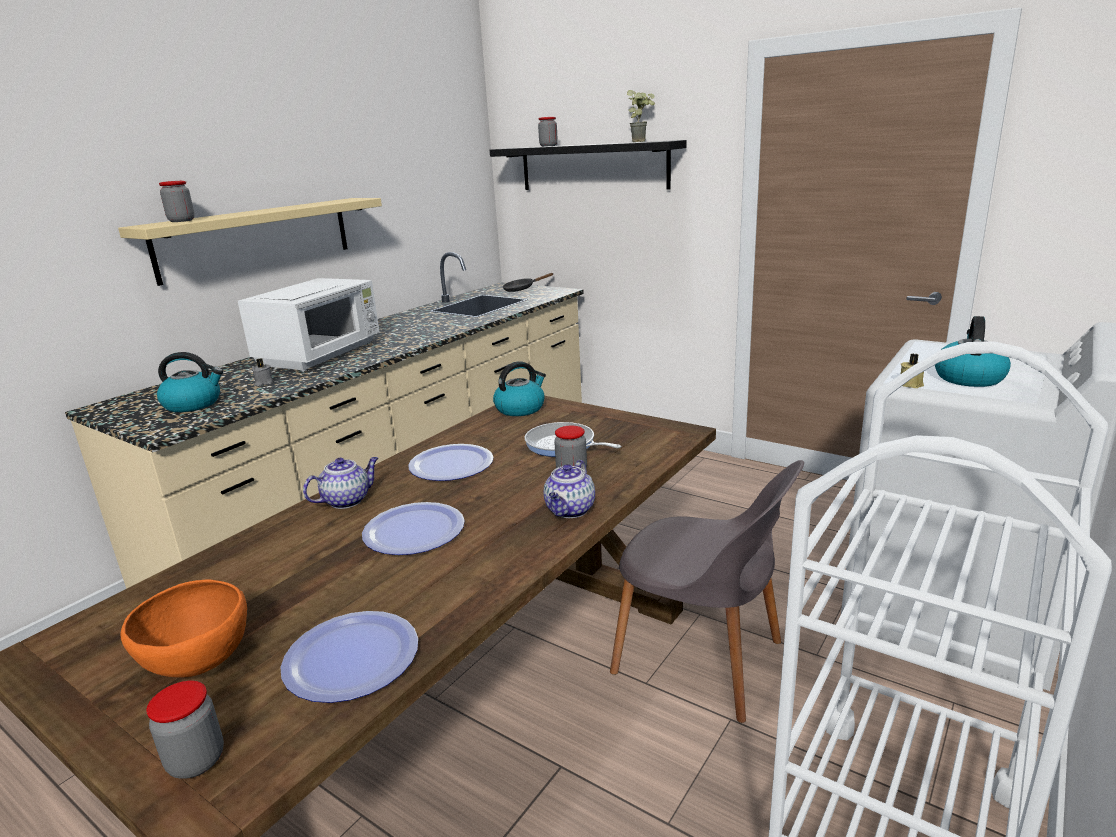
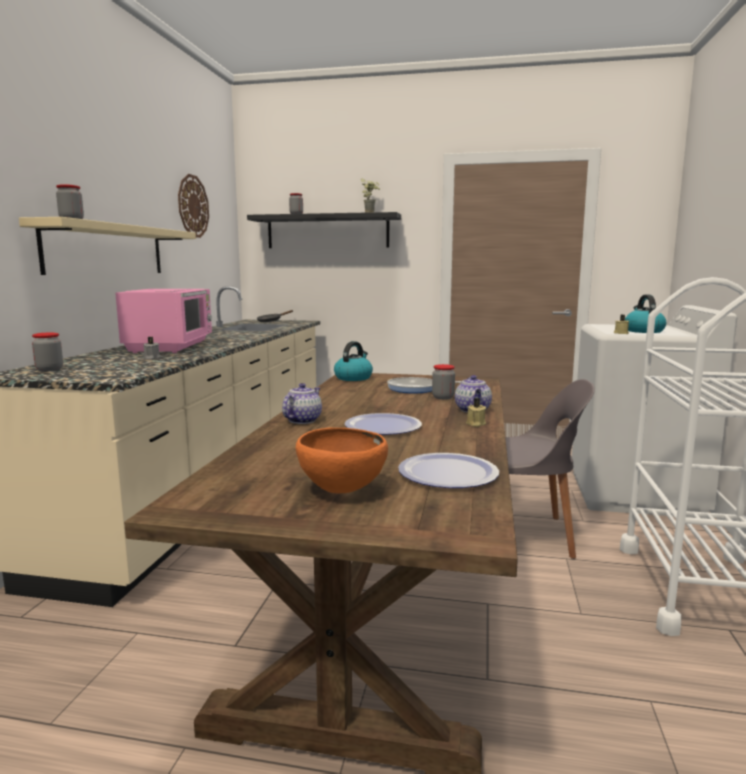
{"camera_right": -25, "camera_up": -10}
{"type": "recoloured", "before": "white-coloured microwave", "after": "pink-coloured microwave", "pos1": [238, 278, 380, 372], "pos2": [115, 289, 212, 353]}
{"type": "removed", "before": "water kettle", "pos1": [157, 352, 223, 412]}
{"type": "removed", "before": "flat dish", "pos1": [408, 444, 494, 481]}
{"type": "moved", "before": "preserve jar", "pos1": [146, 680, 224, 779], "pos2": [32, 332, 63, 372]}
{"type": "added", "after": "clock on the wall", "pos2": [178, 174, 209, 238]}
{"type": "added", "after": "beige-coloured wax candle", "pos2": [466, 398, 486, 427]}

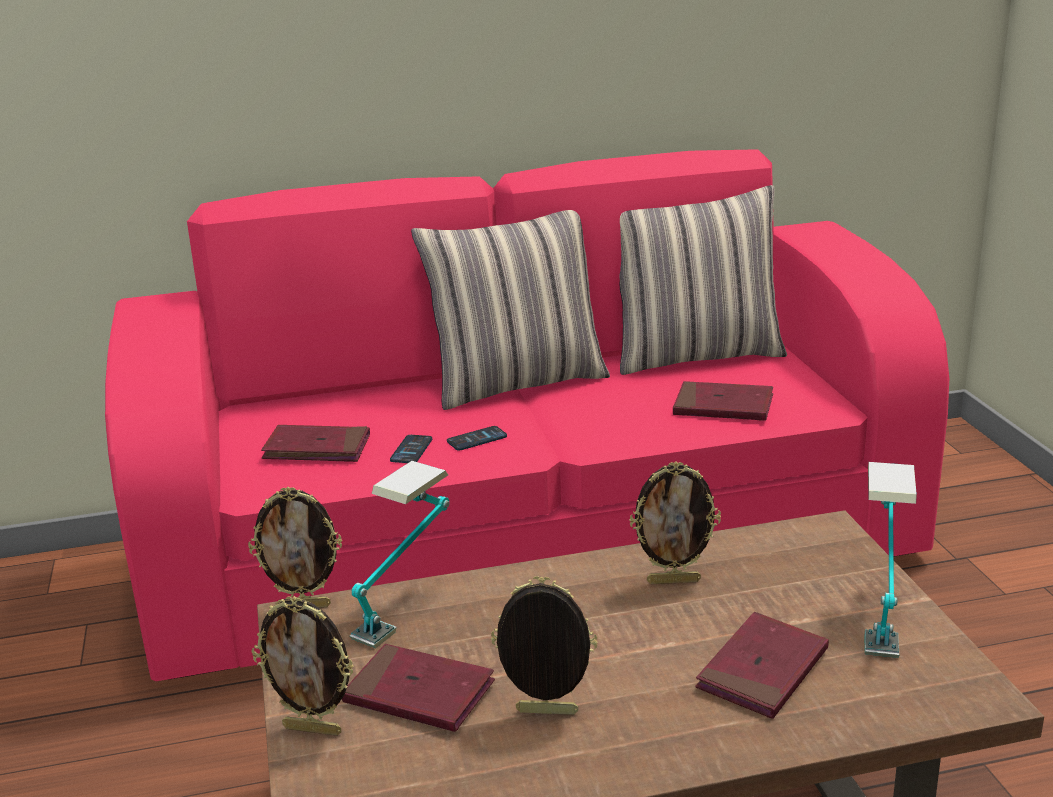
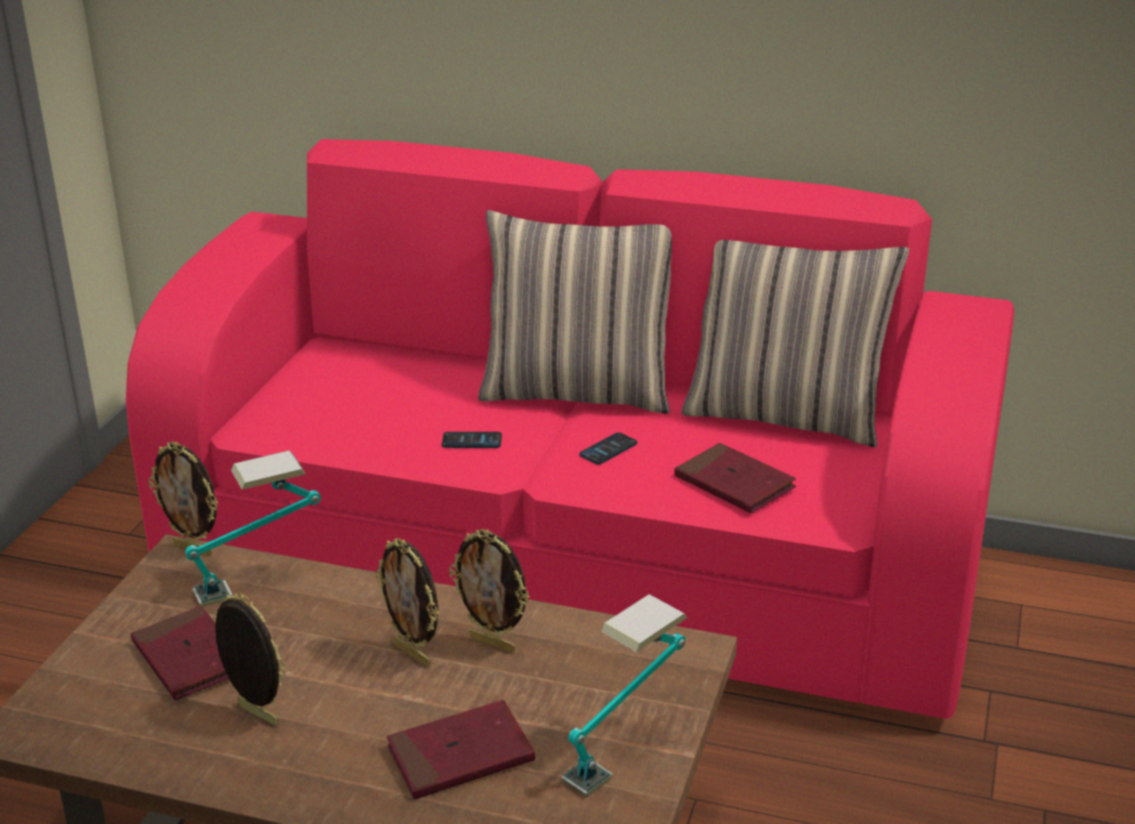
{"camera_right": 30, "camera_up": 5}
{"type": "removed", "before": "red-coloured volume", "pos1": [261, 425, 370, 462]}
{"type": "moved", "before": "handset", "pos1": [390, 435, 432, 463], "pos2": [580, 433, 637, 465]}
{"type": "moved", "before": "picture frame", "pos1": [252, 596, 354, 736], "pos2": [375, 538, 439, 666]}

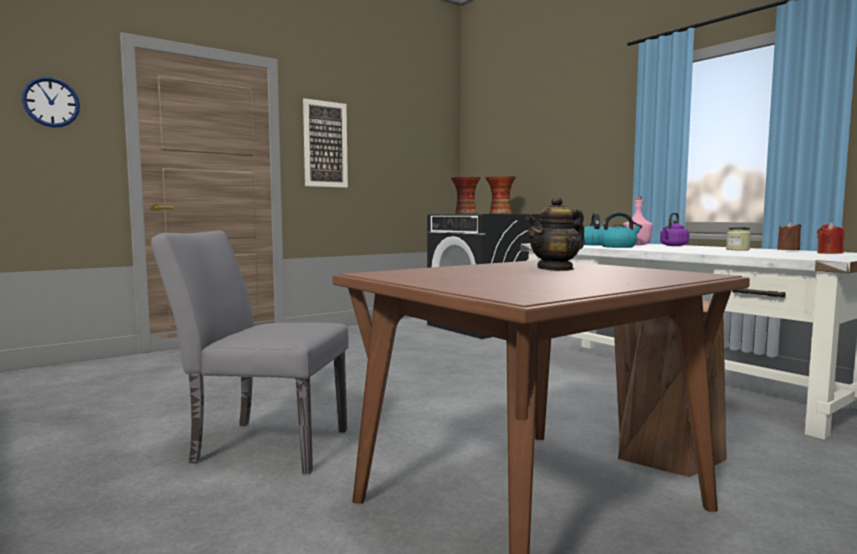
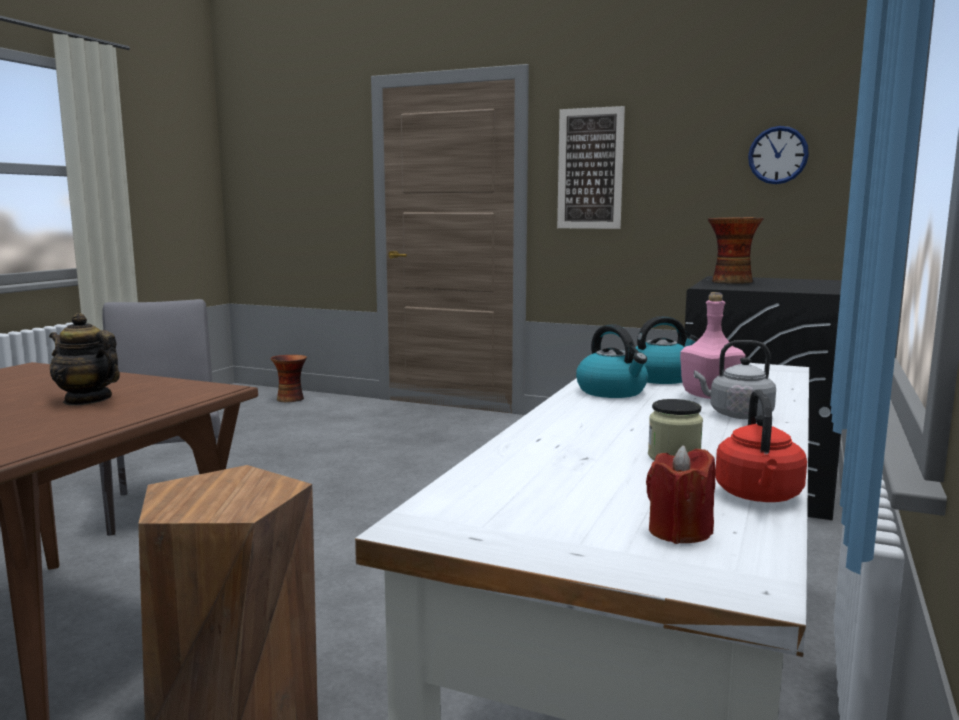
{"camera_right": 60, "camera_up": 5}
{"type": "moved", "before": "clock on the wall", "pos1": [22, 77, 80, 128], "pos2": [748, 126, 809, 184]}
{"type": "moved", "before": "flower vase", "pos1": [486, 176, 516, 214], "pos2": [270, 355, 307, 402]}
{"type": "recoloured", "before": "purple water kettle", "after": "grey water kettle", "pos1": [660, 213, 689, 246], "pos2": [694, 340, 776, 419]}
{"type": "replaced", "before": "brownish wax candle", "after": "red-coloured water kettle", "pos1": [777, 222, 802, 250], "pos2": [715, 389, 807, 502]}

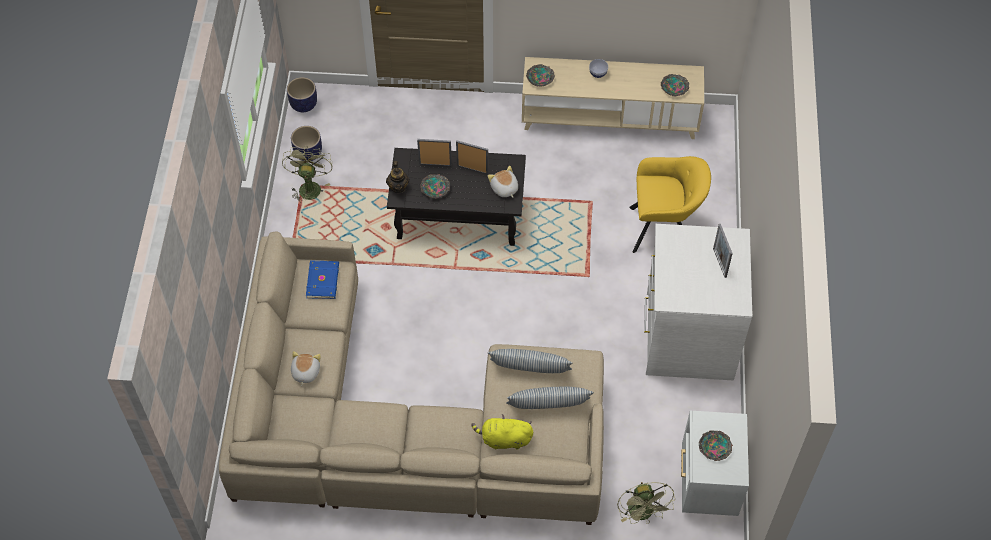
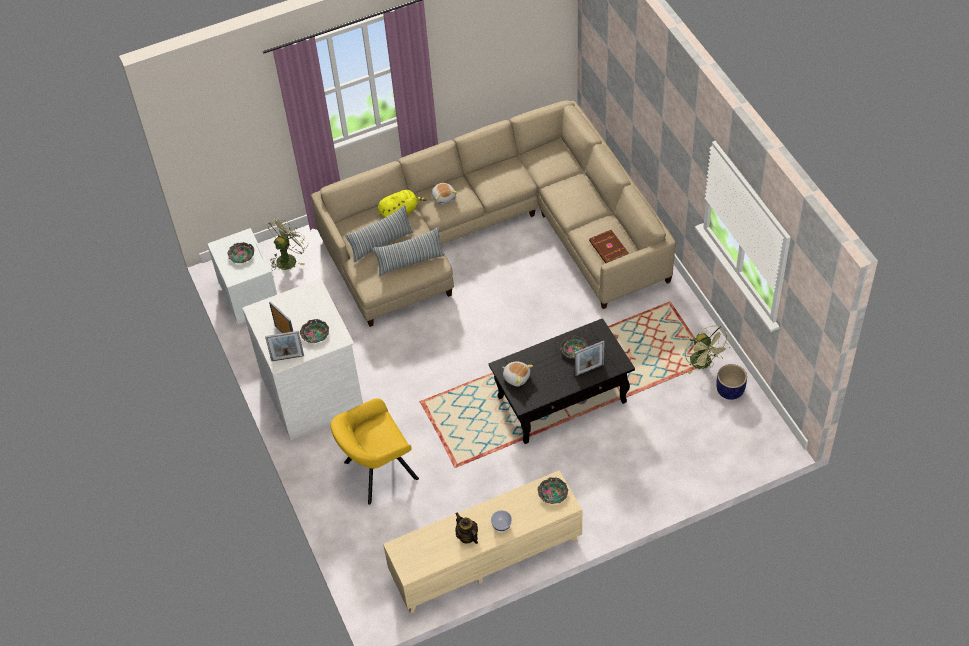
{"camera_right": 155, "camera_up": -5}
{"type": "moved", "before": "serving bowl", "pos1": [661, 74, 689, 96], "pos2": [300, 319, 329, 343]}
{"type": "removed", "before": "plant pot", "pos1": [287, 77, 317, 112]}
{"type": "moved", "before": "picture frame", "pos1": [456, 140, 488, 175], "pos2": [265, 331, 304, 361]}
{"type": "moved", "before": "tea pot", "pos1": [386, 161, 410, 193], "pos2": [455, 512, 478, 544]}
{"type": "recoloured", "before": "blue-coloured volume", "after": "brownish volume", "pos1": [306, 260, 339, 299], "pos2": [589, 230, 629, 263]}
{"type": "moved", "before": "soft toy", "pos1": [291, 351, 321, 386], "pos2": [432, 183, 457, 204]}
{"type": "turned", "before": "greenish fan", "pos1": [617, 482, 675, 524], "pos2": [267, 217, 307, 270], "turn": 75}

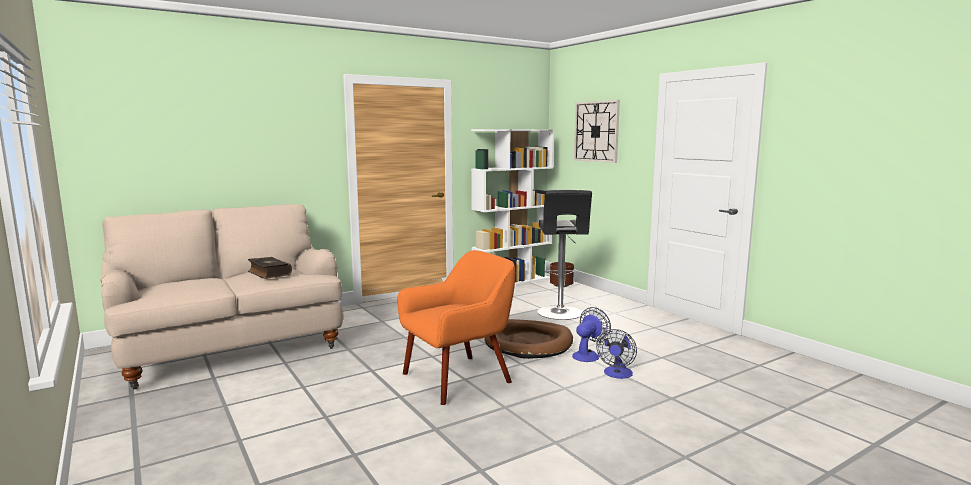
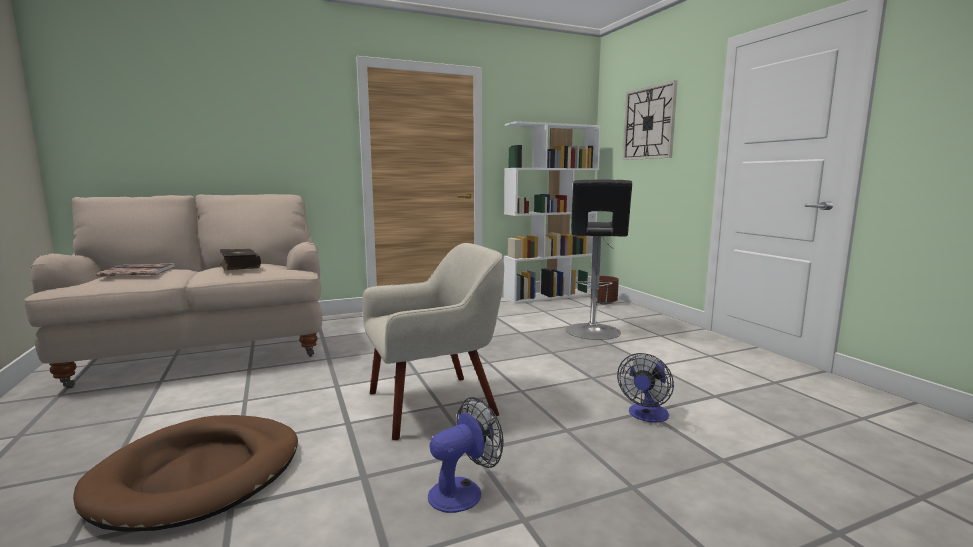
{"camera_right": 10, "camera_up": 0}
{"type": "recoloured", "before": "orange armchair", "after": "beige-coloured armchair", "pos1": [397, 250, 515, 405], "pos2": [362, 243, 504, 440]}
{"type": "moved", "before": "fan", "pos1": [572, 307, 611, 362], "pos2": [428, 397, 504, 513]}
{"type": "moved", "before": "brownish dog cushion", "pos1": [485, 319, 573, 359], "pos2": [73, 415, 298, 532]}
{"type": "added", "after": "volume", "pos2": [96, 263, 175, 276]}

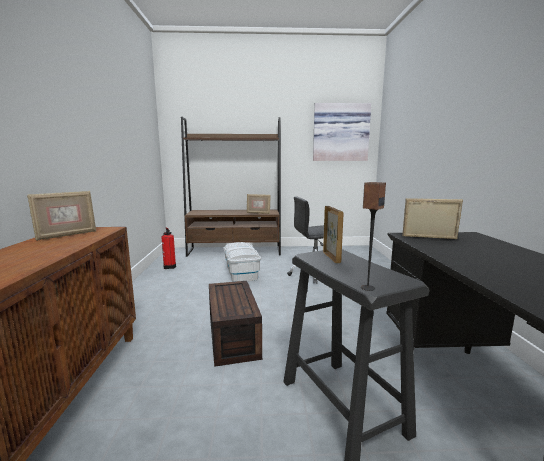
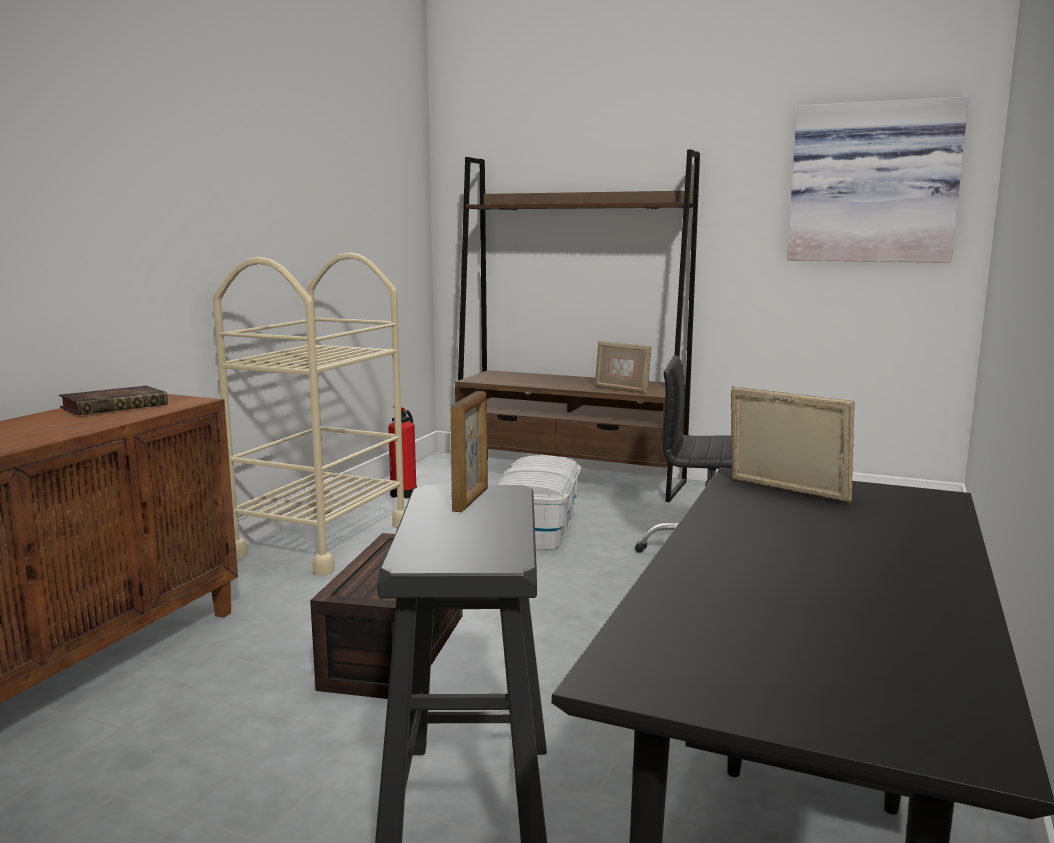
{"camera_right": 25, "camera_up": 0}
{"type": "removed", "before": "speaker", "pos1": [361, 182, 386, 291]}
{"type": "replaced", "before": "picture frame", "after": "volume", "pos1": [27, 191, 97, 241], "pos2": [59, 386, 168, 415]}
{"type": "added", "after": "beige-coloured trolley", "pos2": [213, 253, 405, 576]}

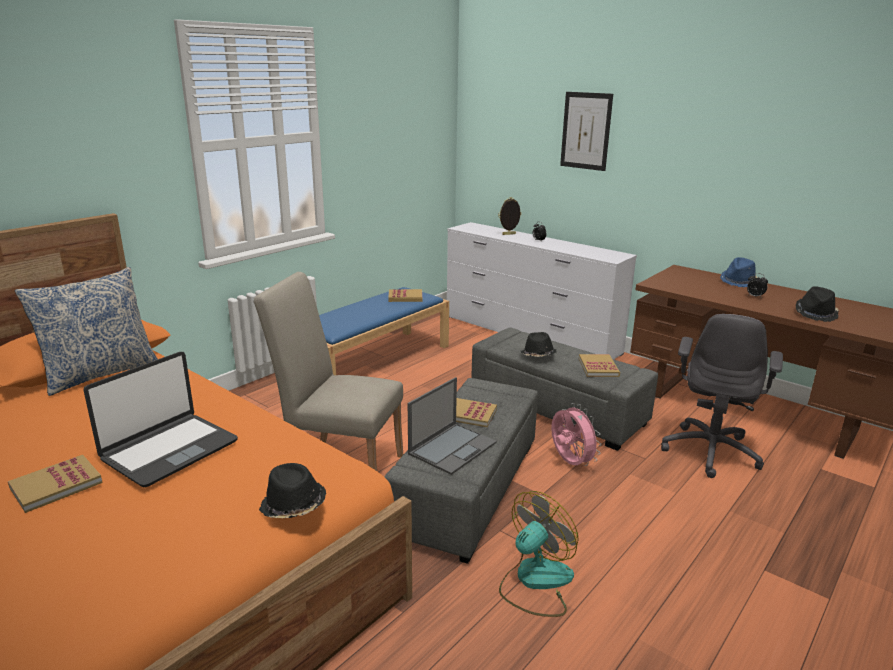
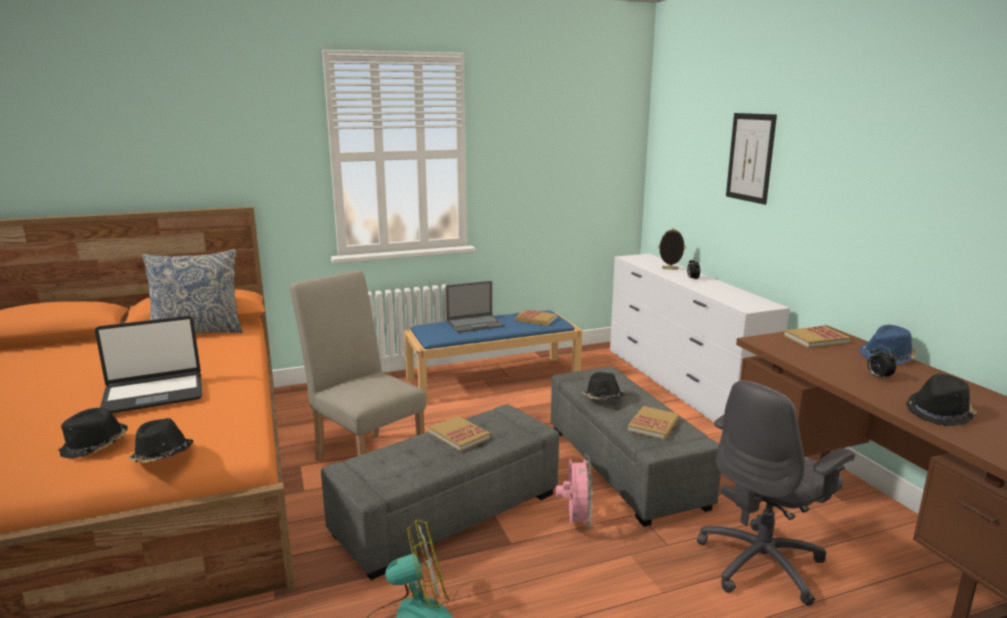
{"camera_right": 30, "camera_up": -5}
{"type": "moved", "before": "notebook computer", "pos1": [408, 377, 497, 475], "pos2": [446, 281, 505, 333]}
{"type": "moved", "before": "volume", "pos1": [8, 455, 103, 513], "pos2": [784, 326, 851, 348]}
{"type": "added", "after": "blackish hat", "pos2": [58, 408, 128, 459]}

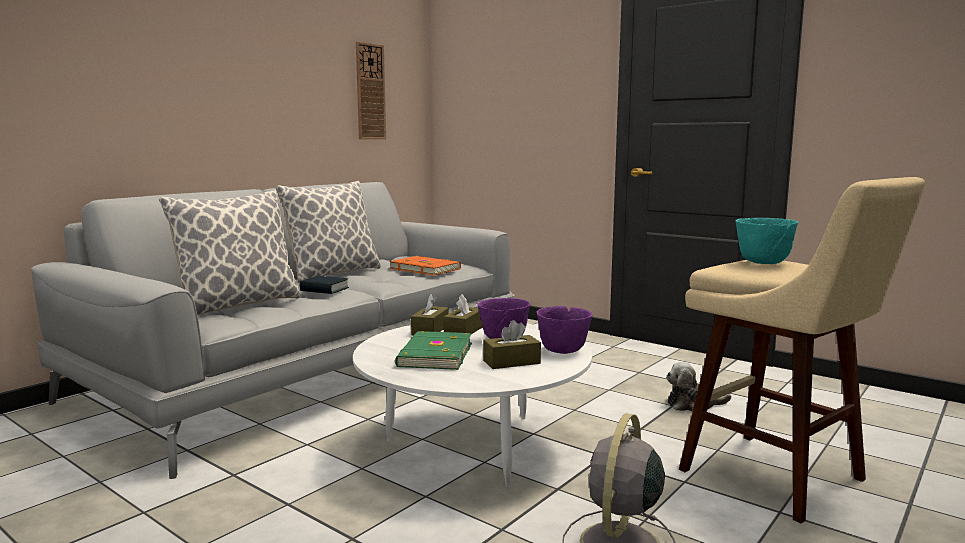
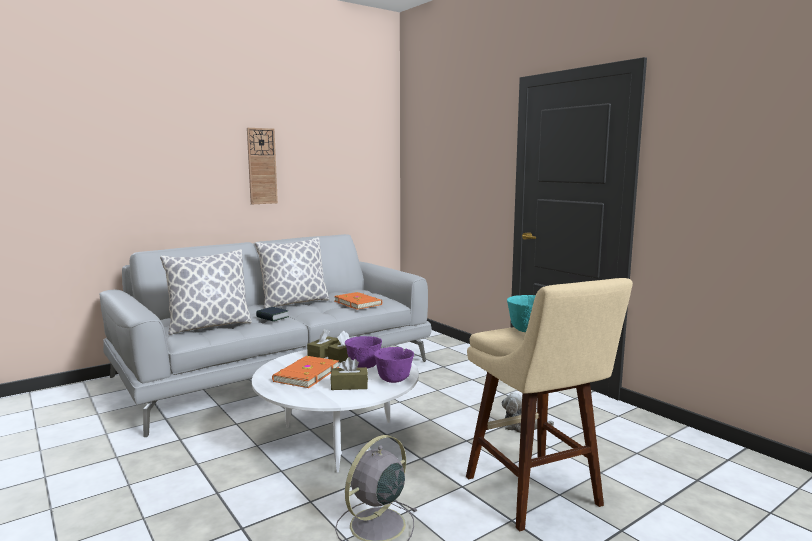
{"camera_right": 15, "camera_up": 0}
{"type": "moved", "before": "clock on the wall", "pos1": [356, 42, 386, 140], "pos2": [247, 128, 278, 204]}
{"type": "recoloured", "before": "greenish volume", "after": "orange volume", "pos1": [395, 331, 472, 370], "pos2": [272, 356, 340, 388]}

